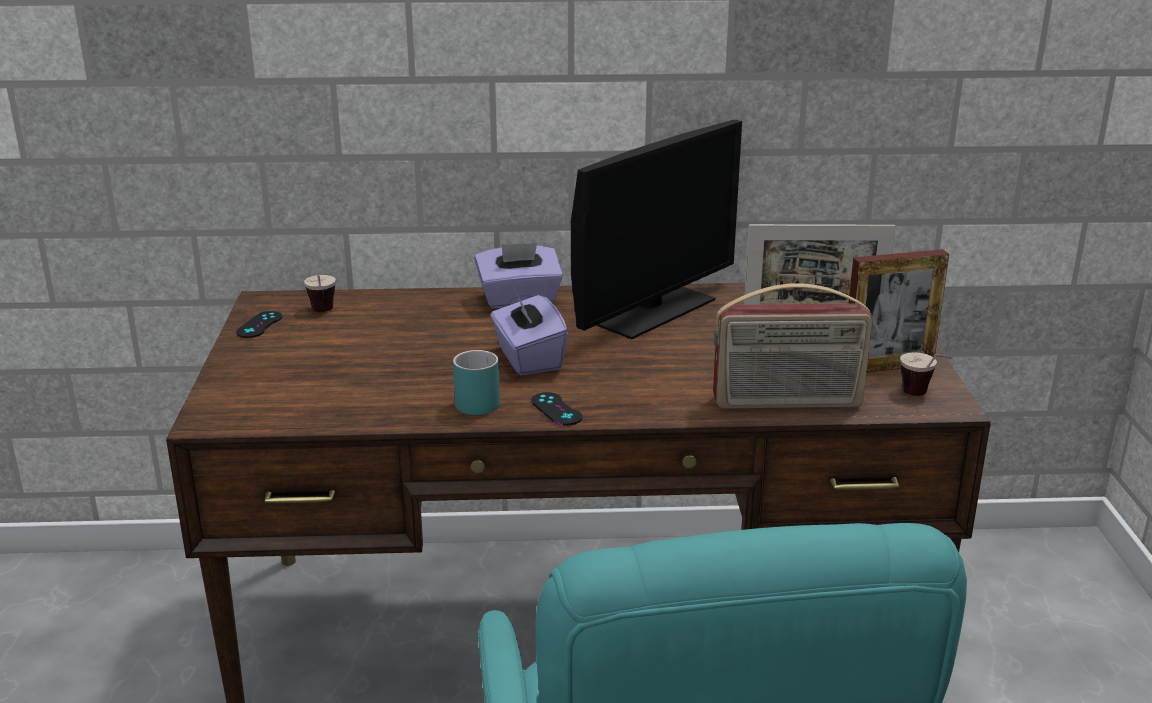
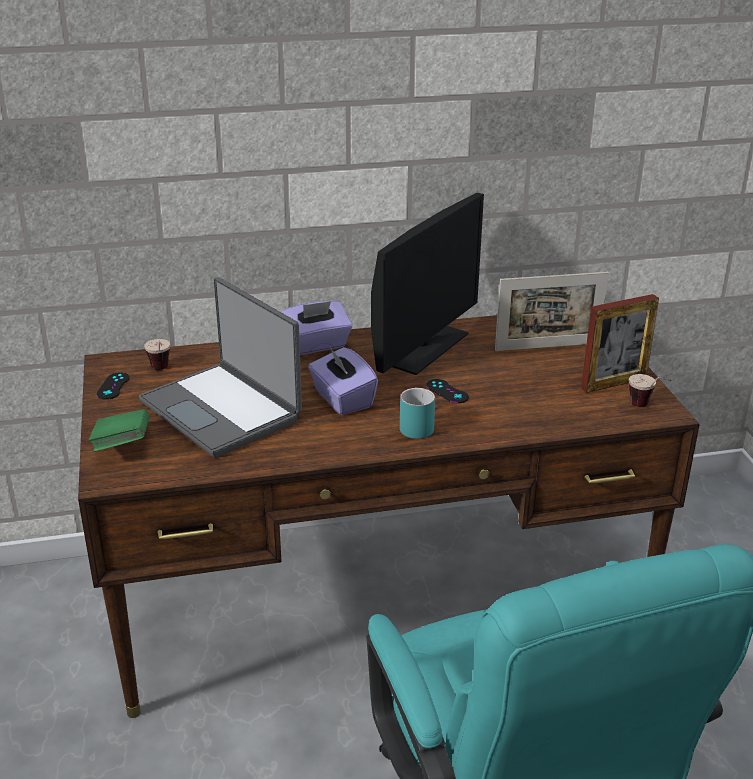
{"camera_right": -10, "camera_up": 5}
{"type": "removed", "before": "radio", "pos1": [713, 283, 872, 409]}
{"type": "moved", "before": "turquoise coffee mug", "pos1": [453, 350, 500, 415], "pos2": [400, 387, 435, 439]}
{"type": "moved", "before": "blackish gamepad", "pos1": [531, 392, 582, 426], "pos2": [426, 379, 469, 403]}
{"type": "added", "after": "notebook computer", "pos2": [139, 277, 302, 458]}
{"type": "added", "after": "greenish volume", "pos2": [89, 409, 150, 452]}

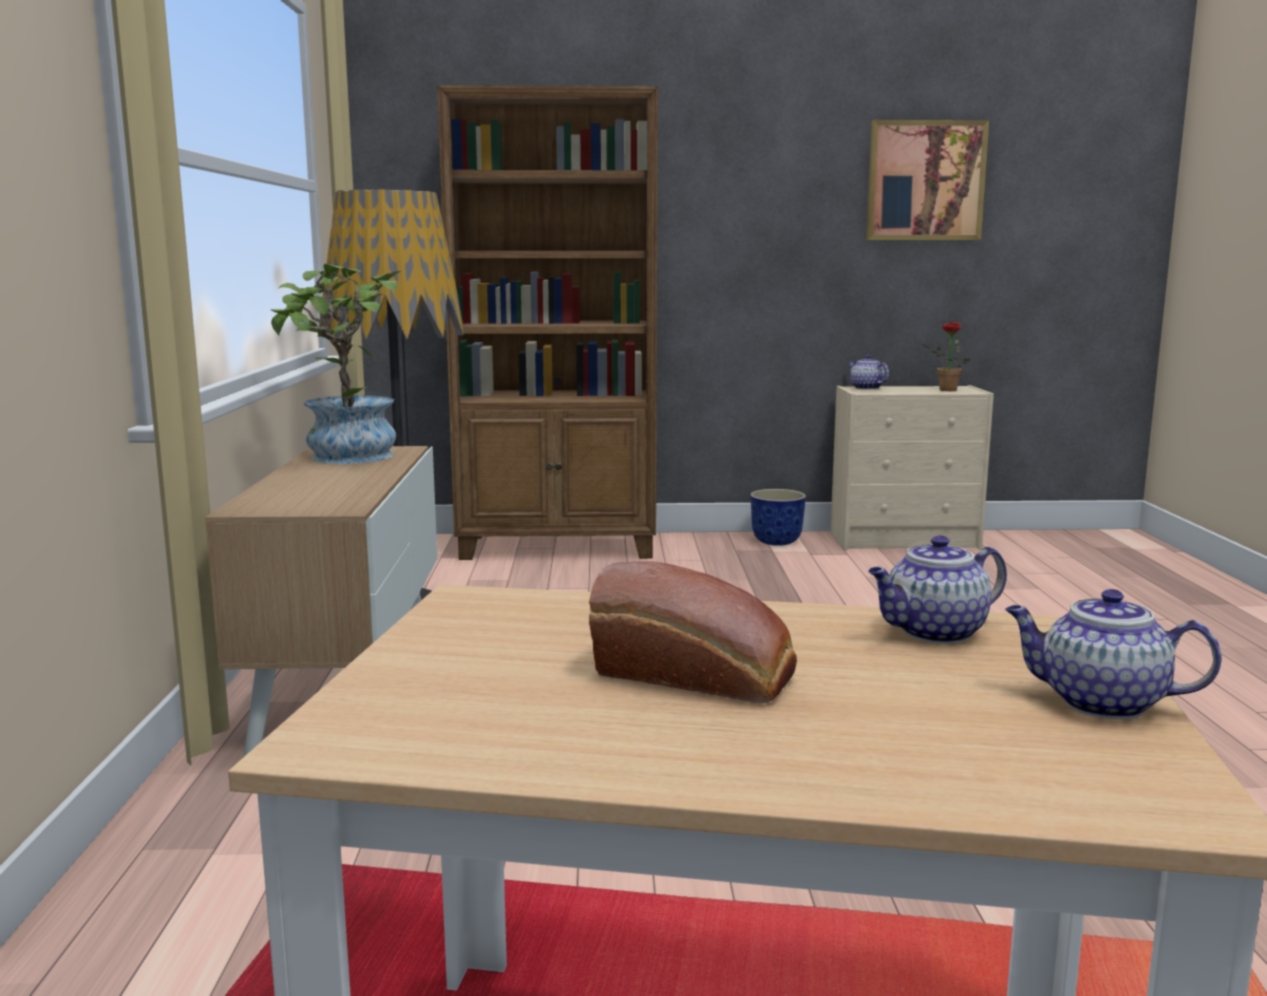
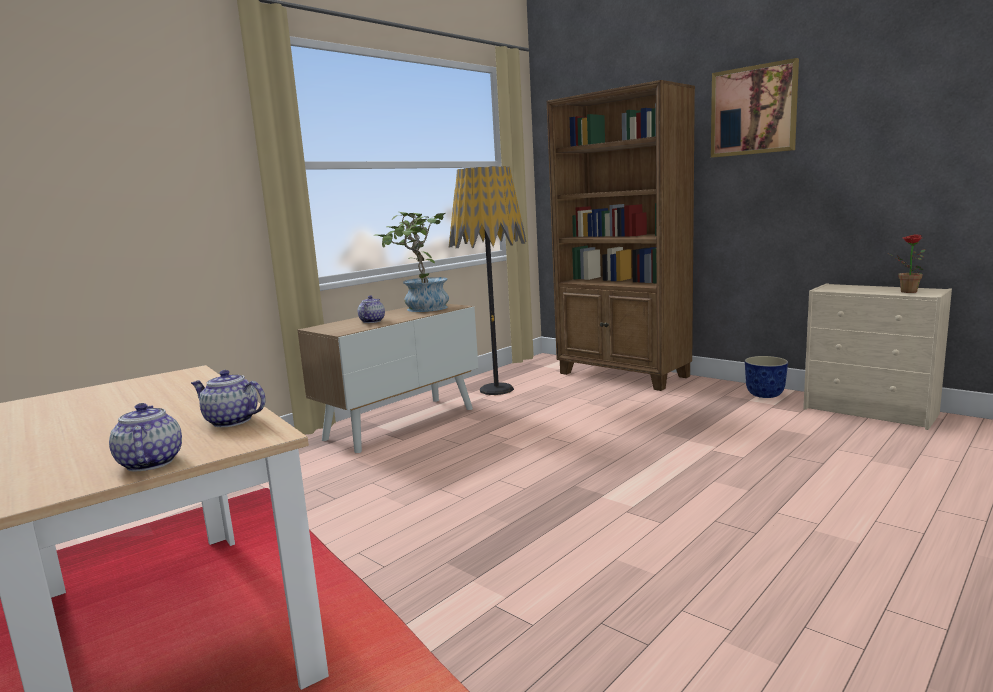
{"camera_right": 45, "camera_up": 0}
{"type": "moved", "before": "wall picture", "pos1": [866, 120, 989, 240], "pos2": [711, 58, 799, 157]}
{"type": "moved", "before": "tea pot", "pos1": [848, 355, 889, 389], "pos2": [358, 296, 385, 323]}
{"type": "removed", "before": "bread", "pos1": [589, 561, 797, 703]}

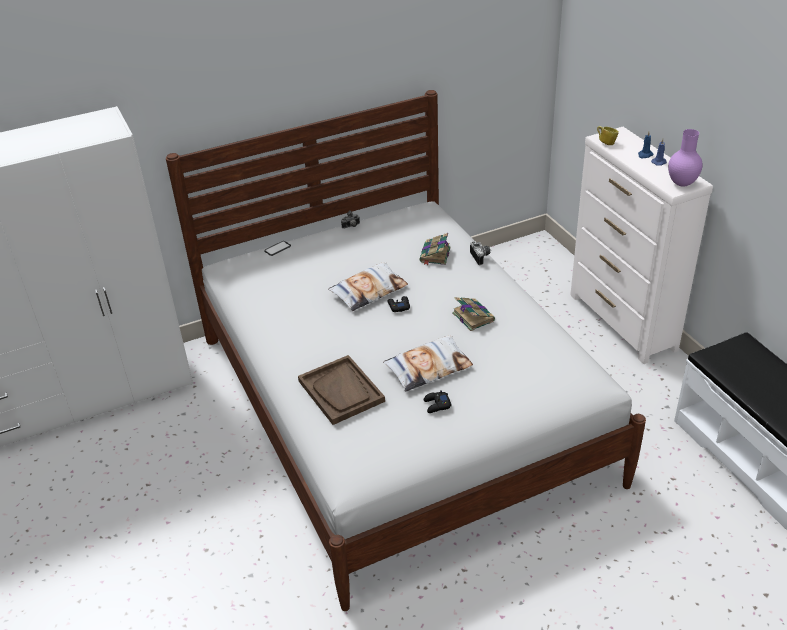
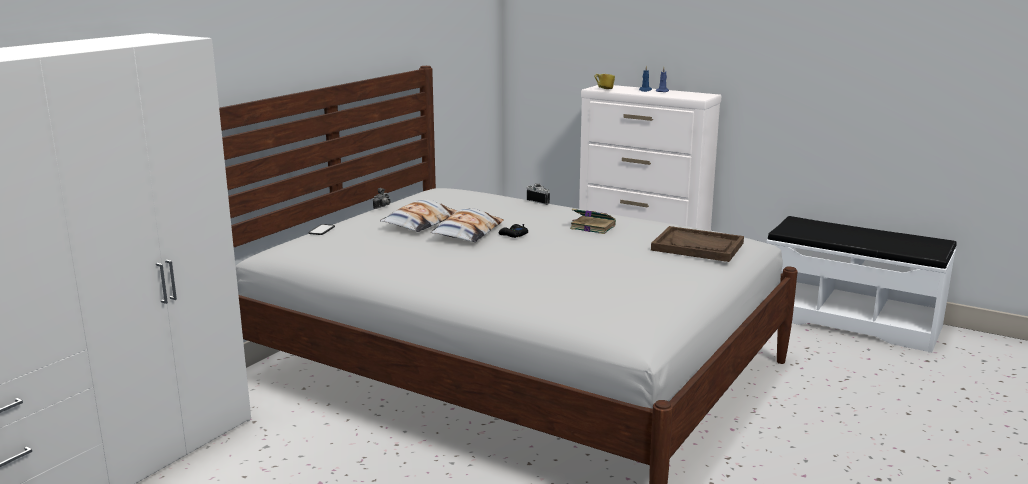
{"camera_right": -35, "camera_up": -20}
{"type": "removed", "before": "purple flower vase", "pos1": [668, 129, 703, 187]}
{"type": "removed", "before": "volume", "pos1": [420, 233, 451, 265]}
{"type": "moved", "before": "pillow", "pos1": [383, 335, 473, 392], "pos2": [380, 199, 457, 232]}
{"type": "moved", "before": "brownish serving tray", "pos1": [298, 355, 385, 425], "pos2": [651, 226, 744, 262]}
{"type": "removed", "before": "blackish gamepad", "pos1": [424, 390, 451, 413]}

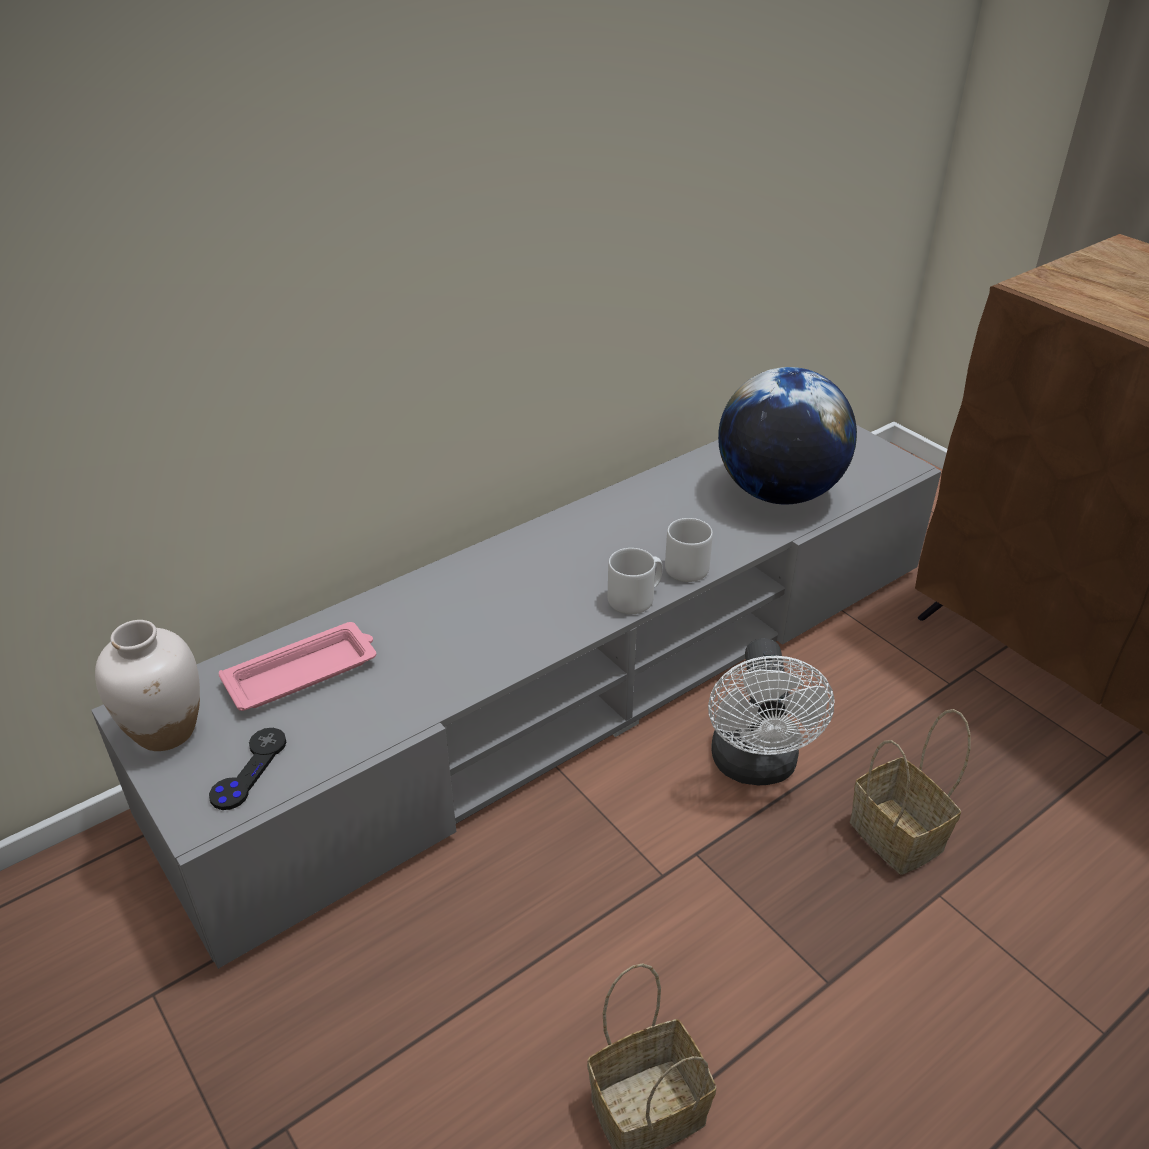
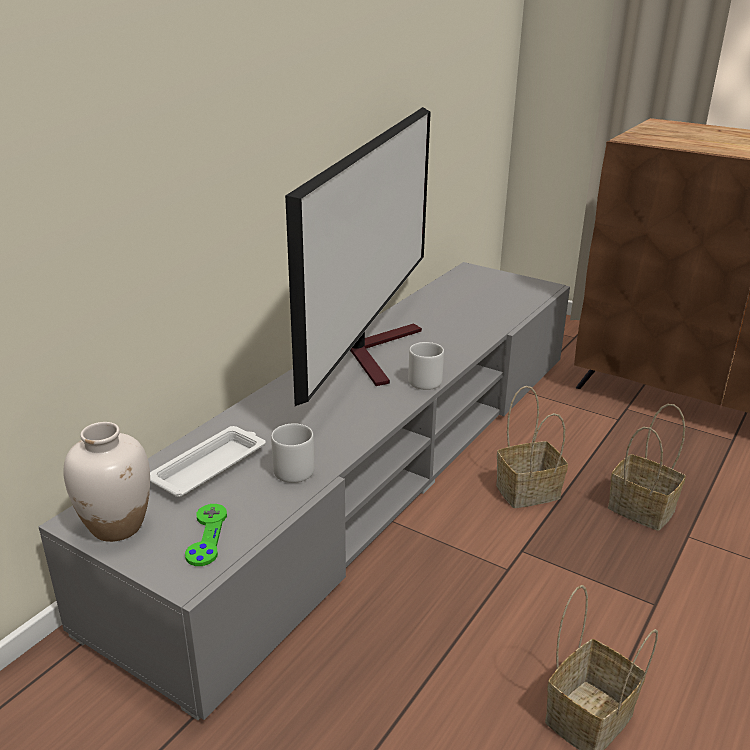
{"camera_right": -20, "camera_up": -10}
{"type": "removed", "before": "globe", "pos1": [718, 367, 857, 504]}
{"type": "moved", "before": "grey coffee mug", "pos1": [665, 518, 713, 582], "pos2": [271, 423, 315, 483]}
{"type": "recoloured", "before": "pink-coloured serving tray", "after": "white-coloured serving tray", "pos1": [219, 622, 376, 711], "pos2": [150, 426, 266, 497]}
{"type": "replaced", "before": "white-coloured fan", "after": "basket", "pos1": [708, 638, 835, 785], "pos2": [496, 386, 568, 508]}
{"type": "recoloured", "before": "blackish gamepad", "after": "greenish gamepad", "pos1": [209, 728, 287, 810], "pos2": [185, 504, 227, 566]}
{"type": "added", "after": "TV", "pos2": [285, 107, 431, 406]}

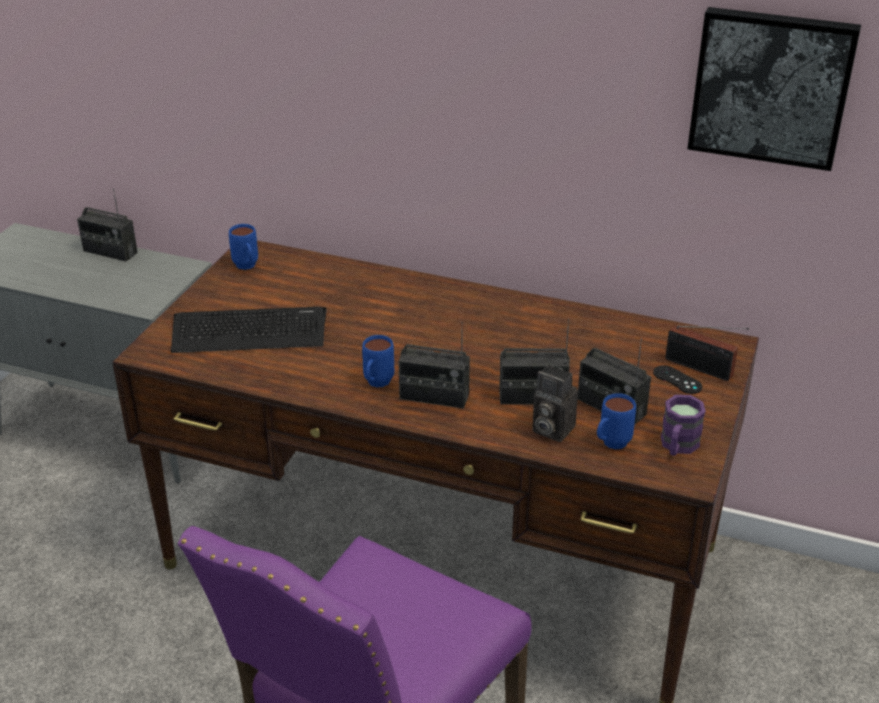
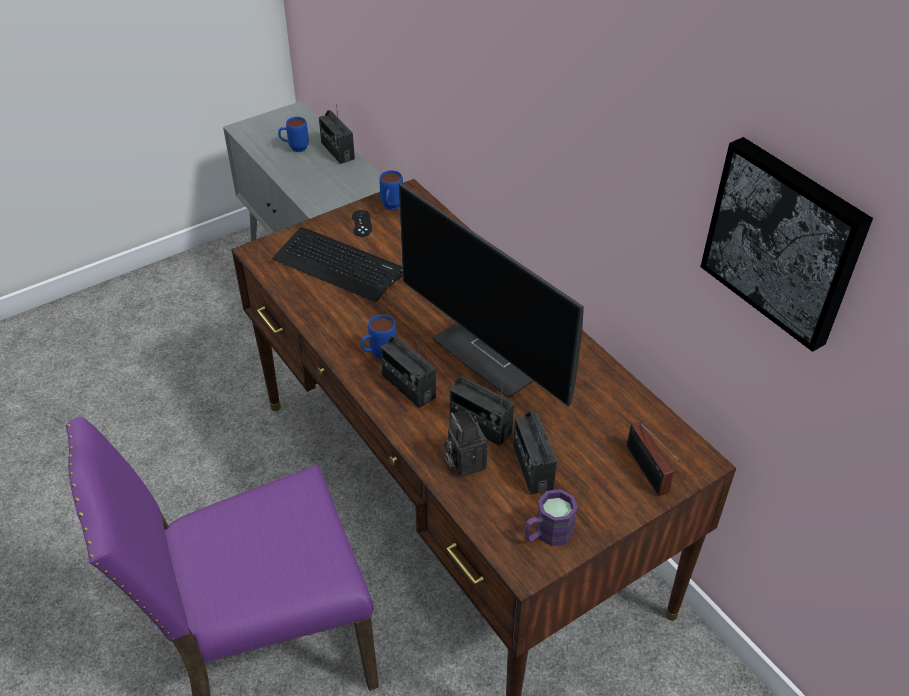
{"camera_right": 35, "camera_up": 10}
{"type": "moved", "before": "blackish gamepad", "pos1": [653, 365, 702, 394], "pos2": [352, 210, 372, 237]}
{"type": "moved", "before": "blue-coloured coffee mug", "pos1": [597, 393, 636, 449], "pos2": [278, 117, 309, 152]}
{"type": "added", "after": "monitor", "pos2": [399, 183, 584, 407]}

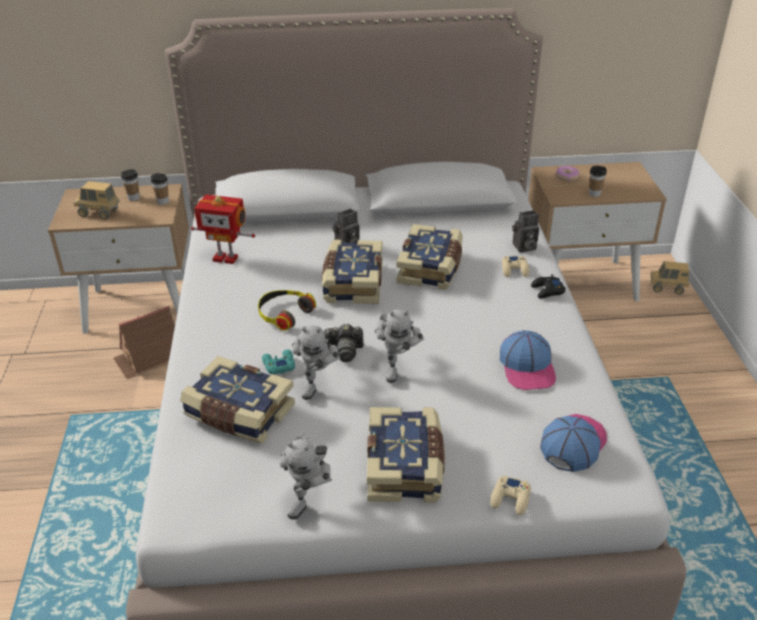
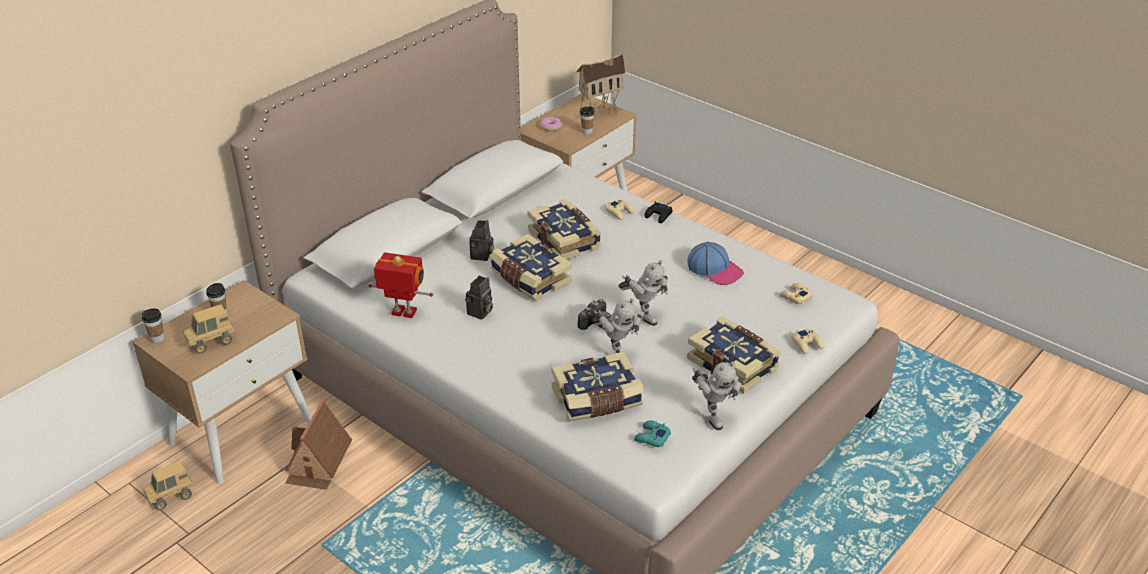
{"camera_right": -45, "camera_up": 0}
{"type": "moved", "before": "cup", "pos1": [151, 173, 169, 205], "pos2": [142, 308, 164, 343]}
{"type": "turned", "before": "toy robot", "pos1": [191, 195, 255, 264], "pos2": [369, 252, 433, 318], "turn": -135}
{"type": "moved", "before": "still camera", "pos1": [512, 210, 539, 252], "pos2": [465, 276, 493, 320]}
{"type": "moved", "before": "model truck", "pos1": [651, 261, 689, 295], "pos2": [144, 461, 194, 510]}
{"type": "removed", "before": "headset", "pos1": [258, 290, 316, 331]}
{"type": "moved", "before": "turquoise gamepad", "pos1": [262, 349, 295, 374], "pos2": [634, 420, 671, 447]}
{"type": "replaced", "before": "baseball cap", "after": "beige-coloured gamepad", "pos1": [540, 414, 607, 472], "pos2": [780, 283, 813, 304]}
{"type": "added", "after": "model house", "pos2": [576, 53, 625, 119]}

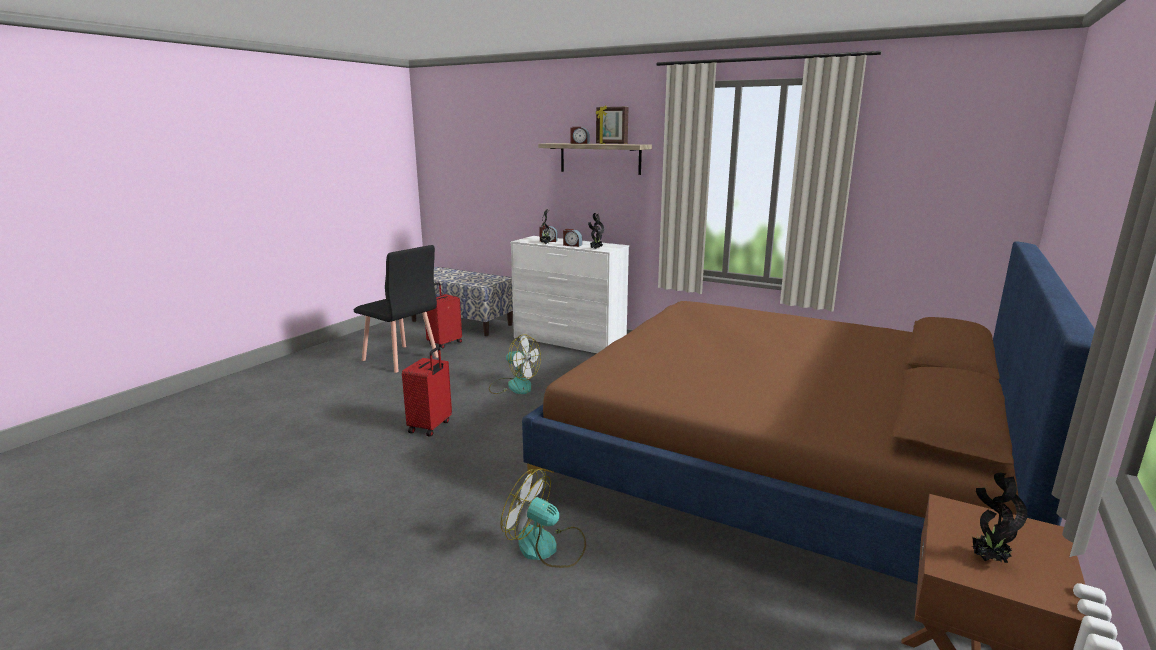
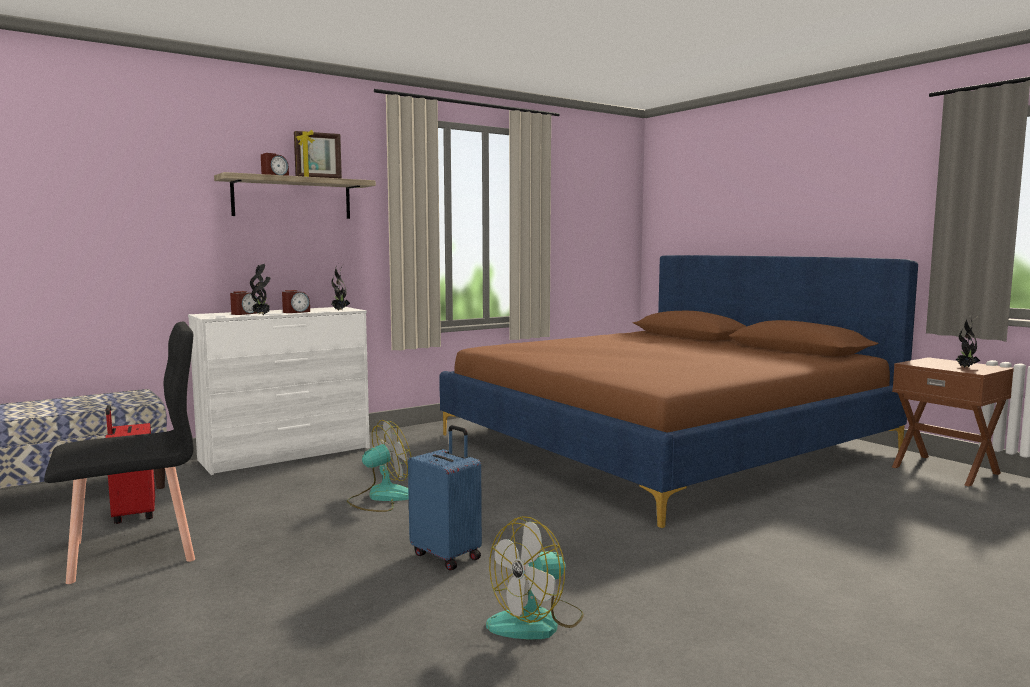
{"camera_right": -65, "camera_up": -10}
{"type": "recoloured", "before": "red-coloured piece of luggage", "after": "blue-coloured piece of luggage", "pos1": [402, 347, 452, 437], "pos2": [408, 425, 482, 571]}
{"type": "moved", "before": "fan", "pos1": [500, 469, 586, 568], "pos2": [486, 516, 584, 640]}

